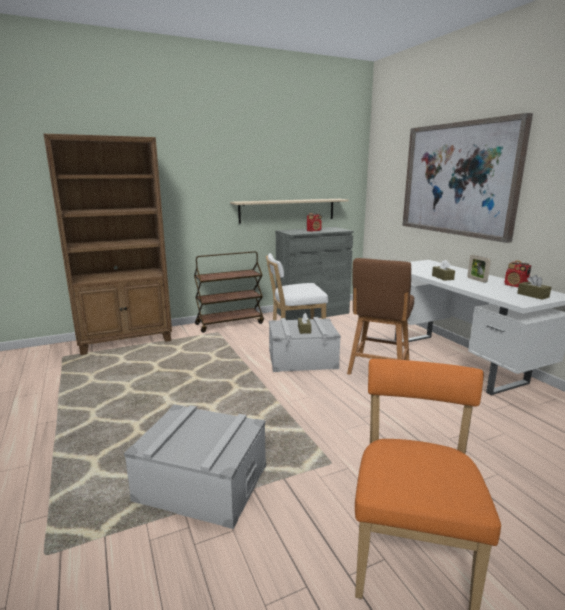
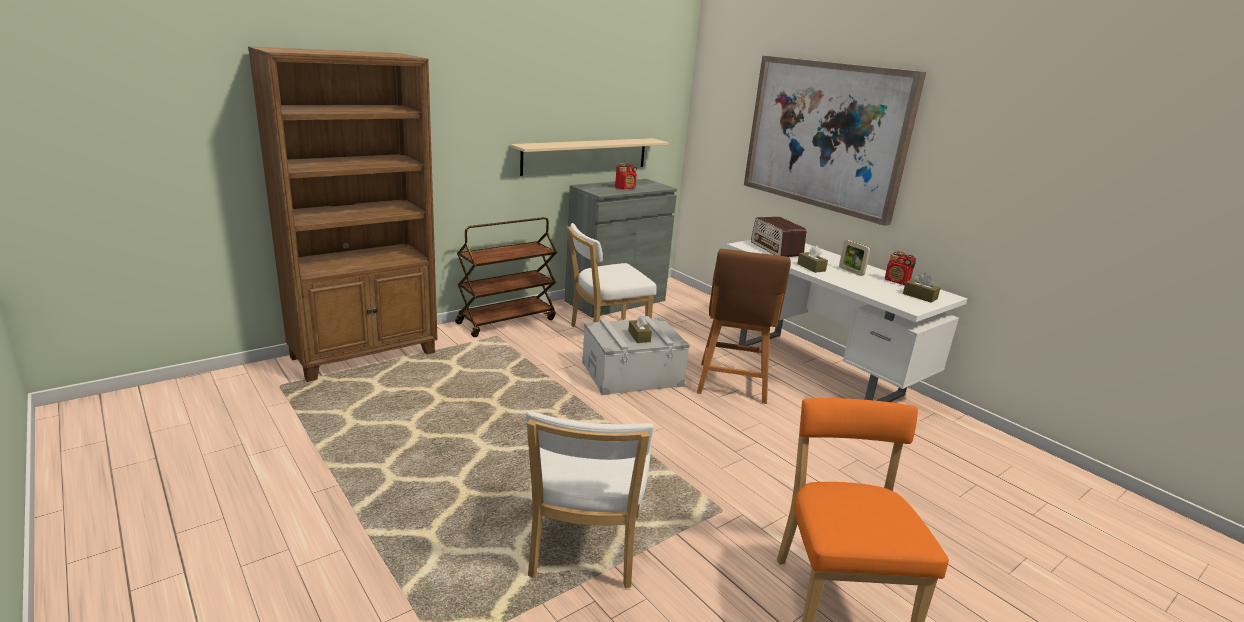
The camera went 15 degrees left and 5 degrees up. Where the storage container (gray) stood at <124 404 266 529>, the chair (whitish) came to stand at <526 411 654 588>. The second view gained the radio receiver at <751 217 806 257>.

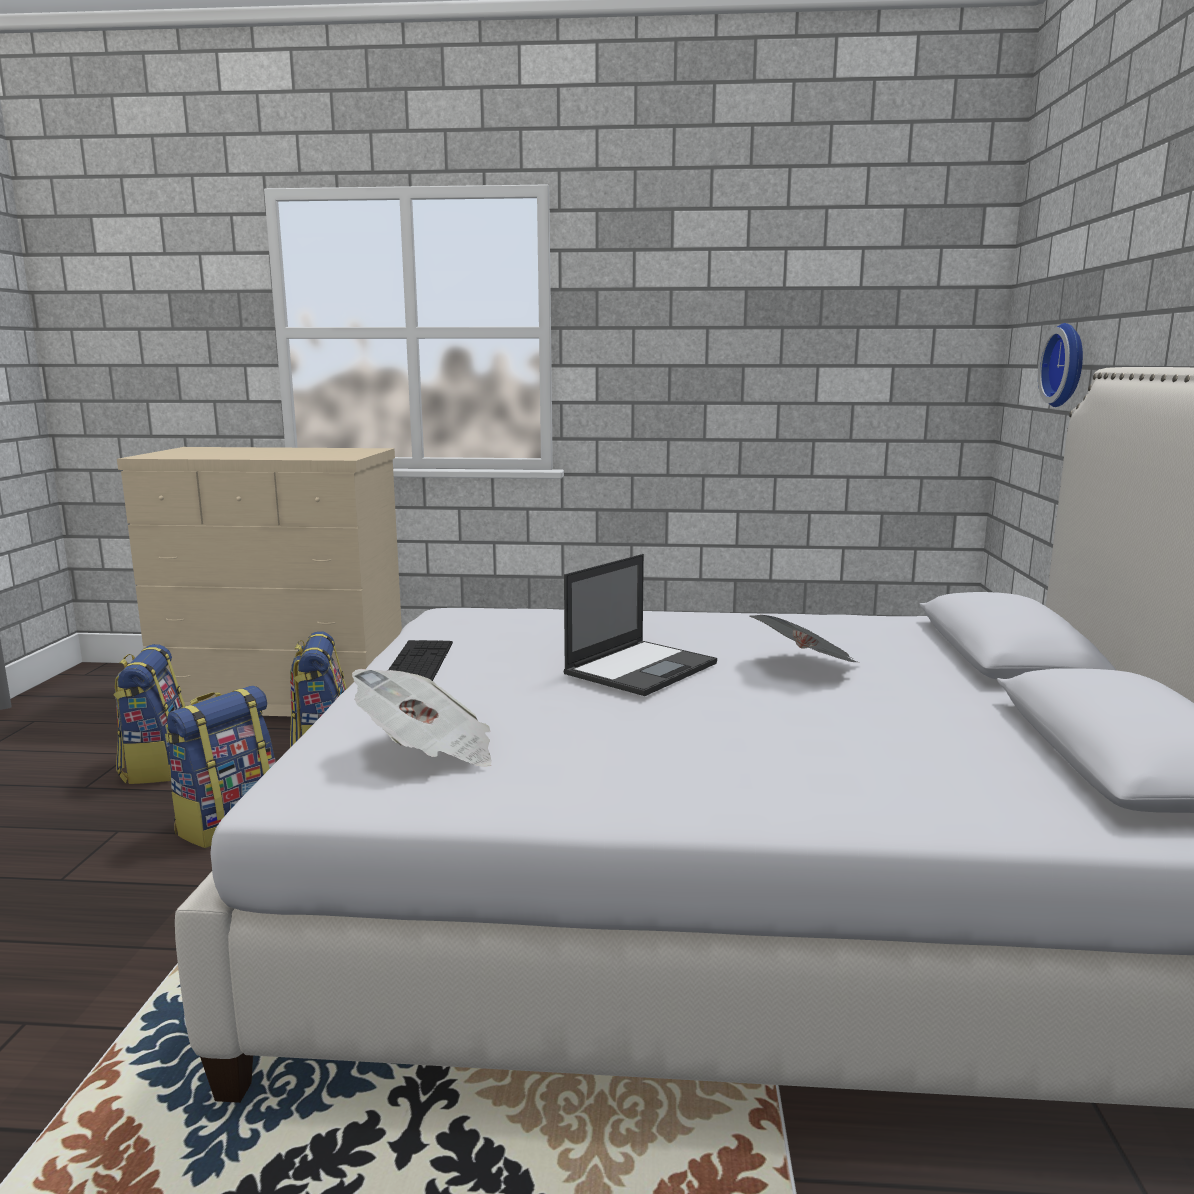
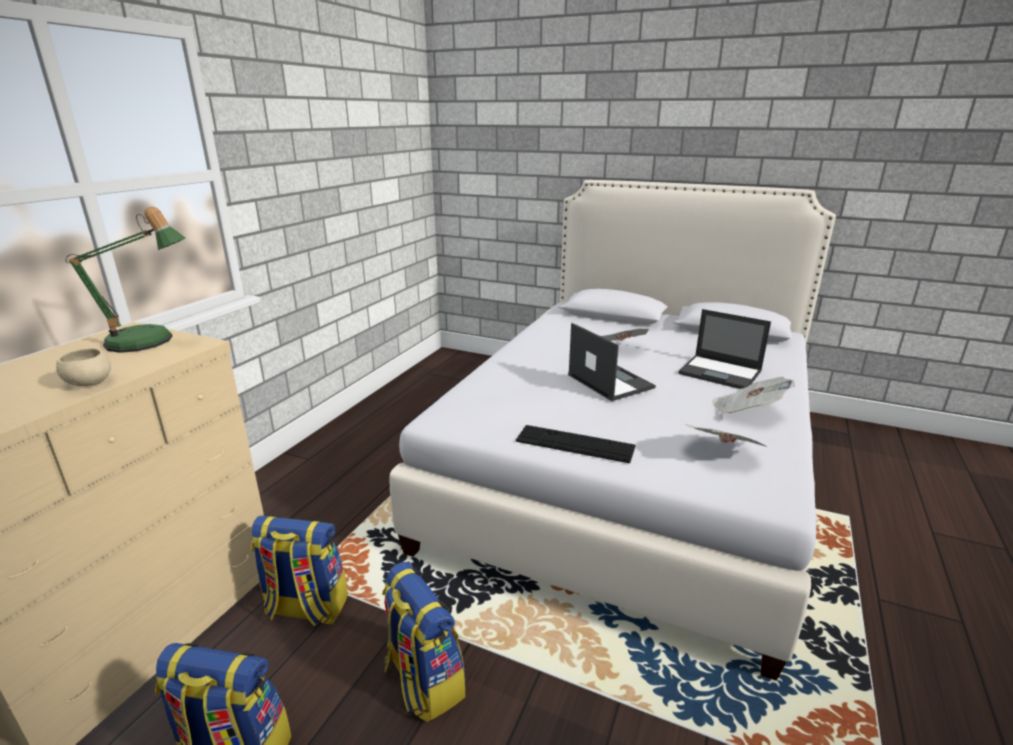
The camera went 70 degrees left and 10 degrees up. The second view gained the deep dish (sand-coloured) at <56 348 111 386>. The second view gained the table lamp at <66 207 185 353>. The second view gained the laptop at <678 309 771 389>. The second view gained the printed paper at <712 377 795 415>. The second view lost the hanging clock at <1038 323 1083 407>.

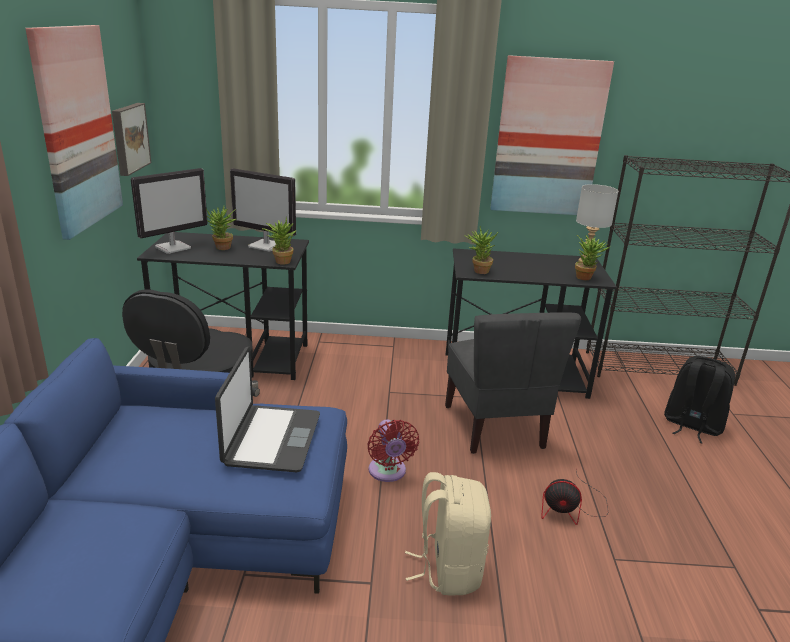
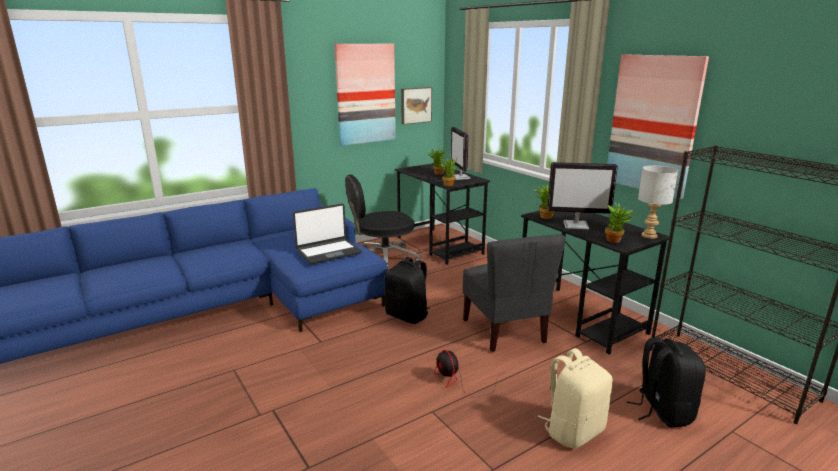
The camera went 55 degrees right and 5 degrees down. Where the fan (red) stood at <367 419 419 482>, the backpack (black) came to stand at <384 257 430 324>. The chair (gray) at <445 312 581 454> ended up facing another way, 60 degrees counterclockwise from before. The backpack (sand-coloured) ended up elsewhere, having gone from <405 472 491 596> to <538 348 613 448>. The monitor ended up elsewhere, having gone from <131 168 208 254> to <547 162 618 230>.

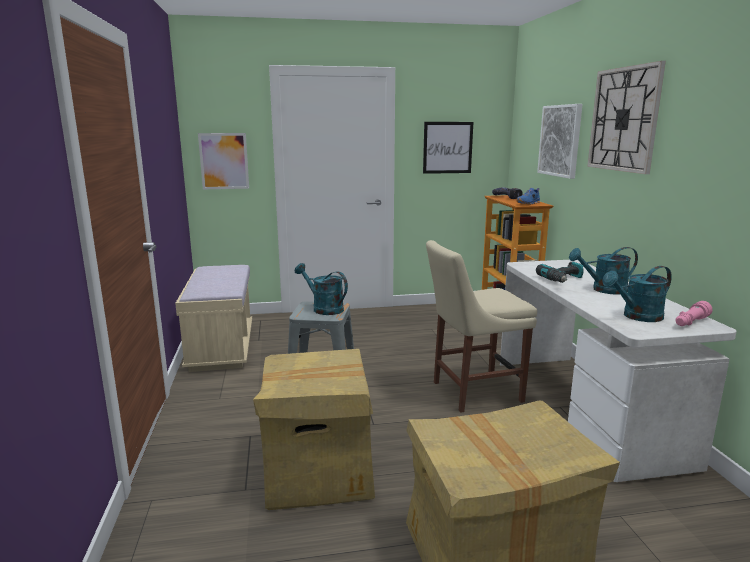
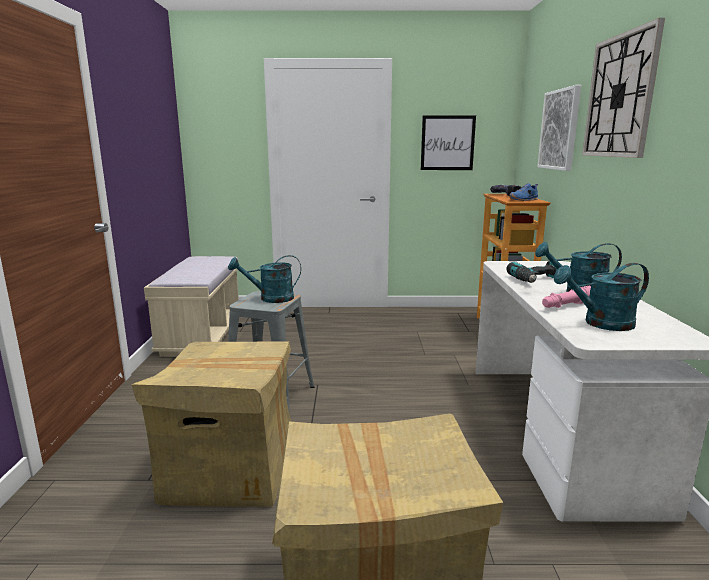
The camera went 10 degrees right and 0 degrees up. The watering pot (turquoise) at <295 263 348 315> ended up facing another way, 60 degrees counterclockwise from before. The torch (pink) ended up elsewhere, having gone from <675 301 713 326> to <542 286 591 308>. The second view lost the picture at <198 133 249 189>. The second view lost the chair (sand-coloured) at <426 240 537 413>.

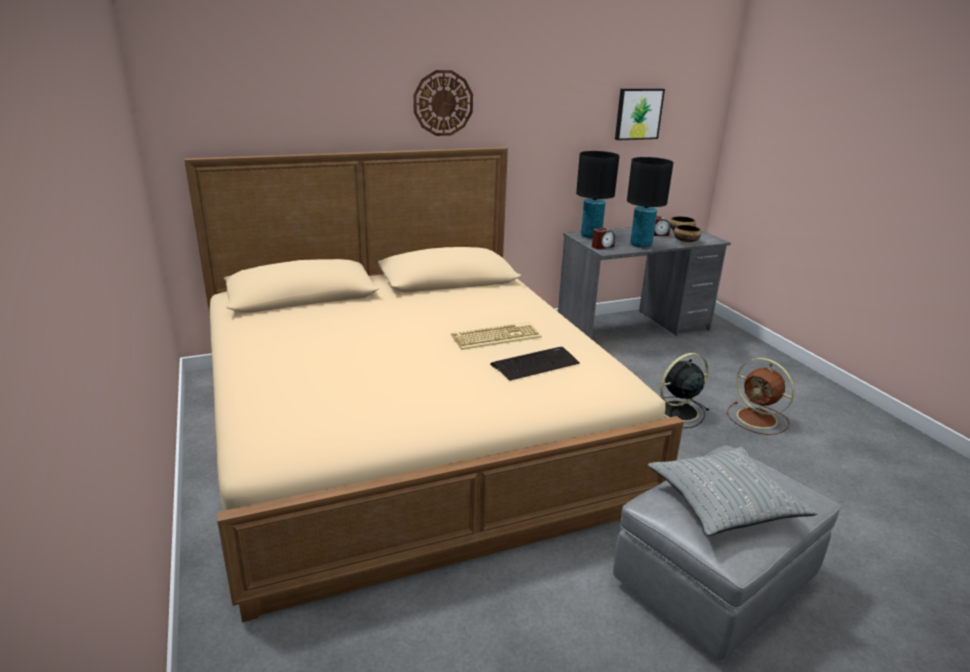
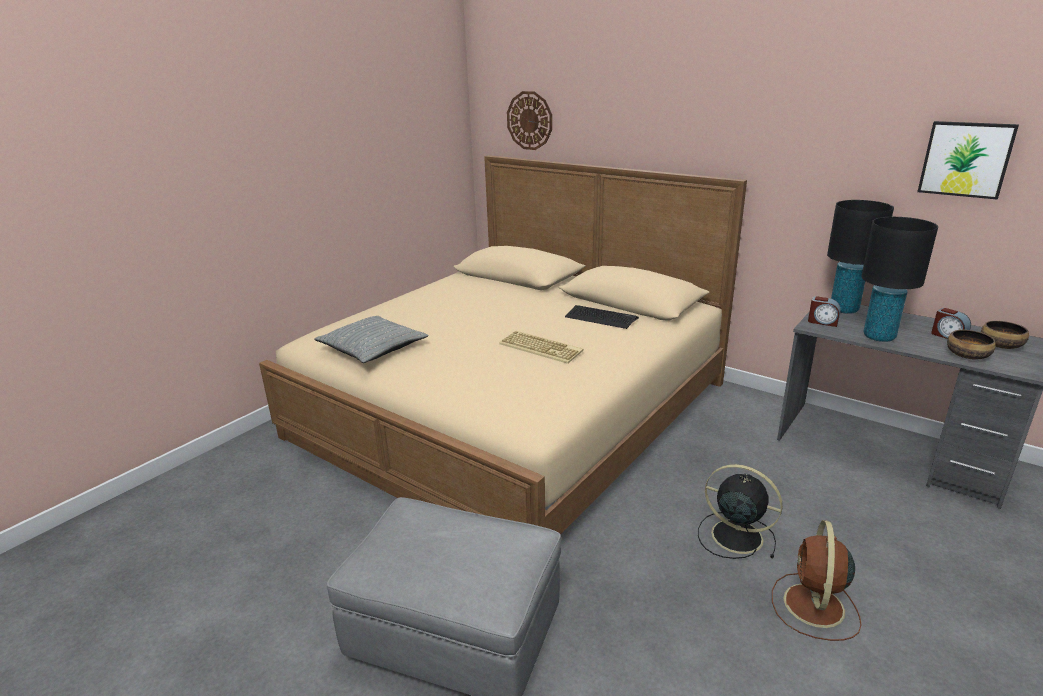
The camera went 60 degrees right and 0 degrees up. The throw pillow (gray) ended up elsewhere, having gone from <648 447 818 536> to <314 316 428 363>. The hanging clock ended up elsewhere, having gone from <413 70 473 136> to <507 91 552 150>. The keyboard ended up elsewhere, having gone from <490 347 580 381> to <565 305 639 329>.

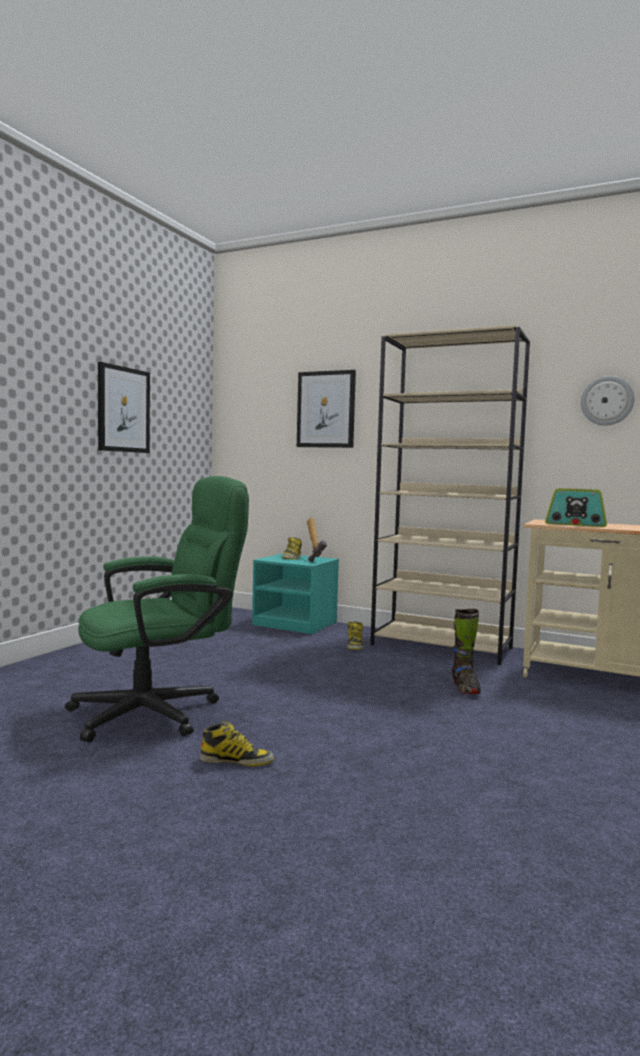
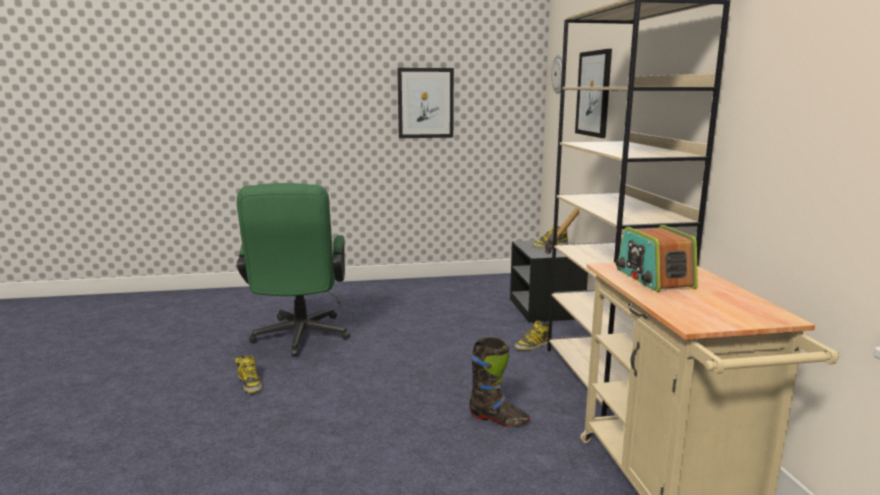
The camera went 55 degrees right and 10 degrees up. The computer chair (green-coloured) at <65 476 249 742> ended up facing another way, 60 degrees clockwise from before. The boot (black) at <452 609 481 694> ended up facing another way, 120 degrees counterclockwise from before. What was the night table (turquoise) at <252 554 339 634> turned into the night table (black) at <510 240 588 323>. The hanging clock ended up elsewhere, having gone from <581 376 634 426> to <551 54 566 94>.

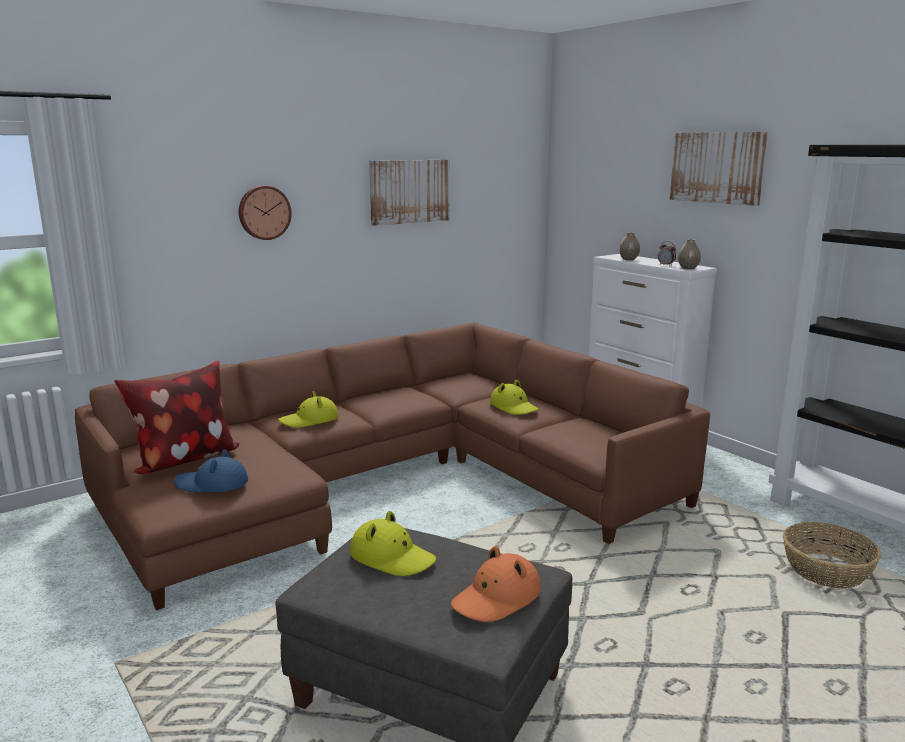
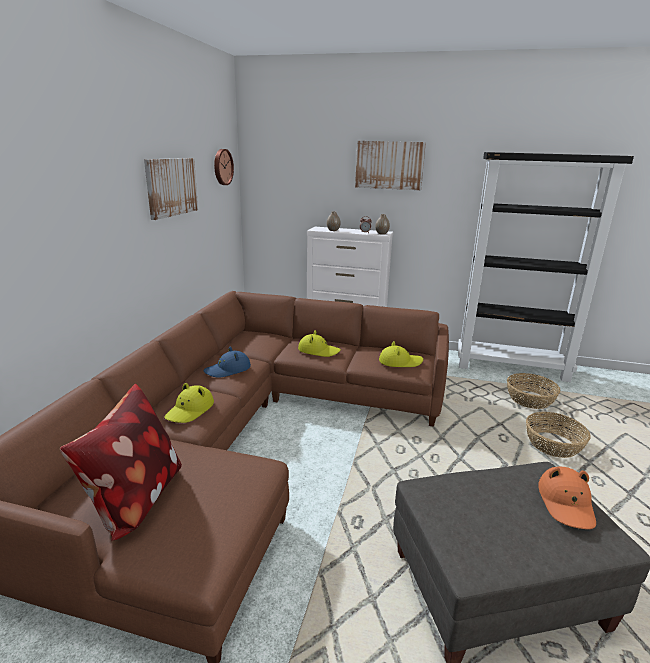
The camera went 40 degrees left and 5 degrees up. The hat (blue-coloured) ended up elsewhere, having gone from <174 449 248 492> to <203 347 251 378>. The hanging clock ended up elsewhere, having gone from <239 186 292 240> to <214 149 234 185>. The hat (yellow) ended up elsewhere, having gone from <350 511 436 576> to <379 341 423 367>. The second view gained the storage basket at <526 412 591 458>.

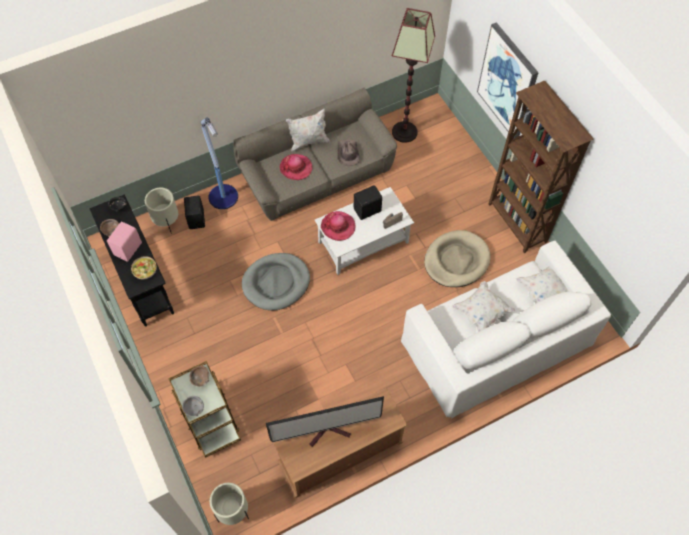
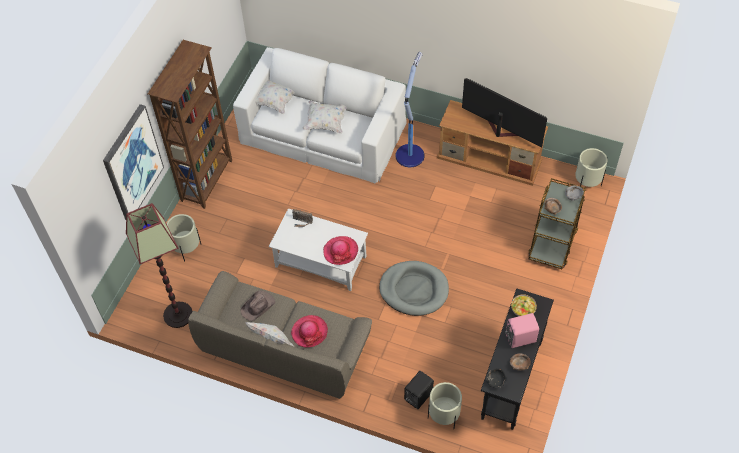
The camera went 130 degrees left and 5 degrees down. The second view gained the plant pot (sand-coloured) at <167 214 201 262>. The standard lamp ended up elsewhere, having gone from <201 118 238 209> to <395 52 425 167>. The second view lost the speaker (black) at <354 185 382 220>. The second view lost the dog bed (sand-coloured) at <424 230 491 287>.

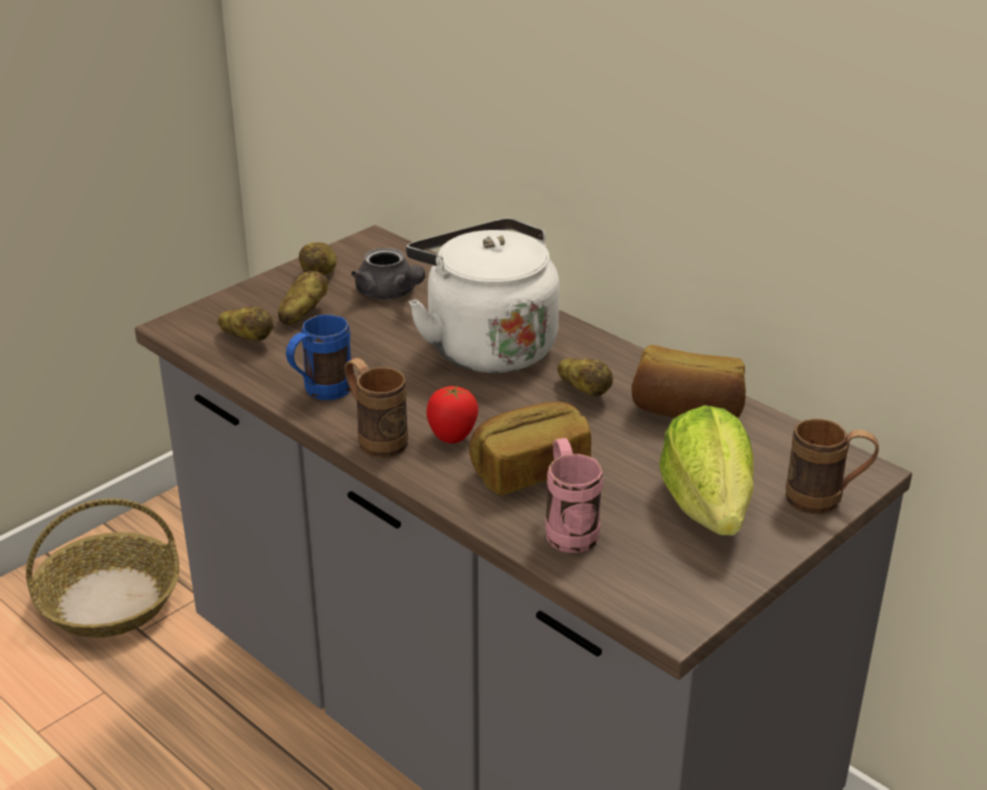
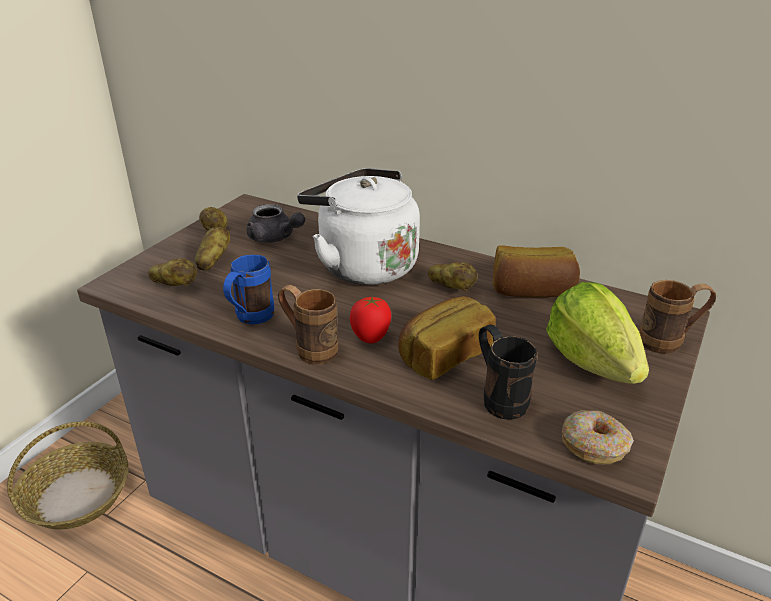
The camera went 15 degrees left and 0 degrees up. What was the coffee mug (pink) at <545 438 603 553> turned into the coffee mug (black) at <479 324 537 420>. The second view gained the doughnut at <562 410 634 464>.

